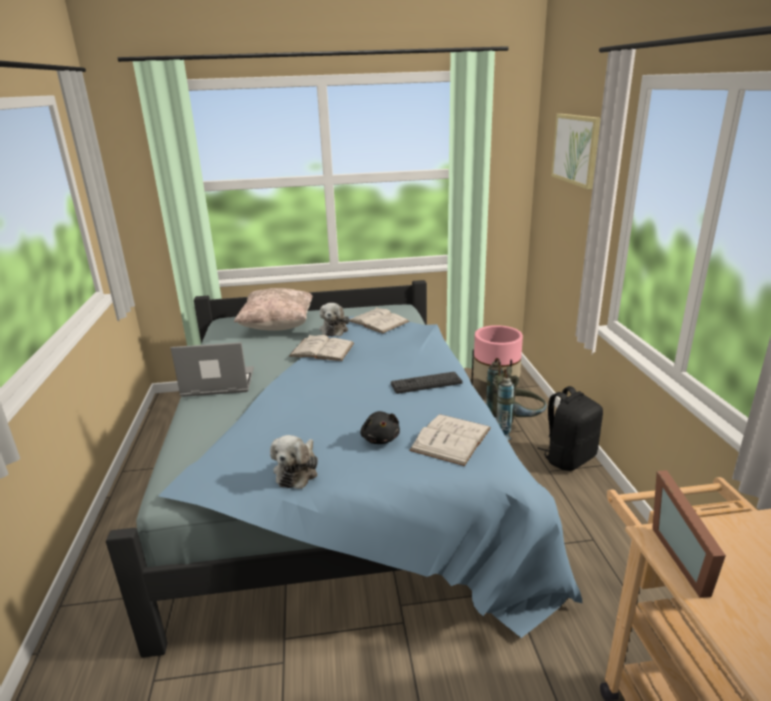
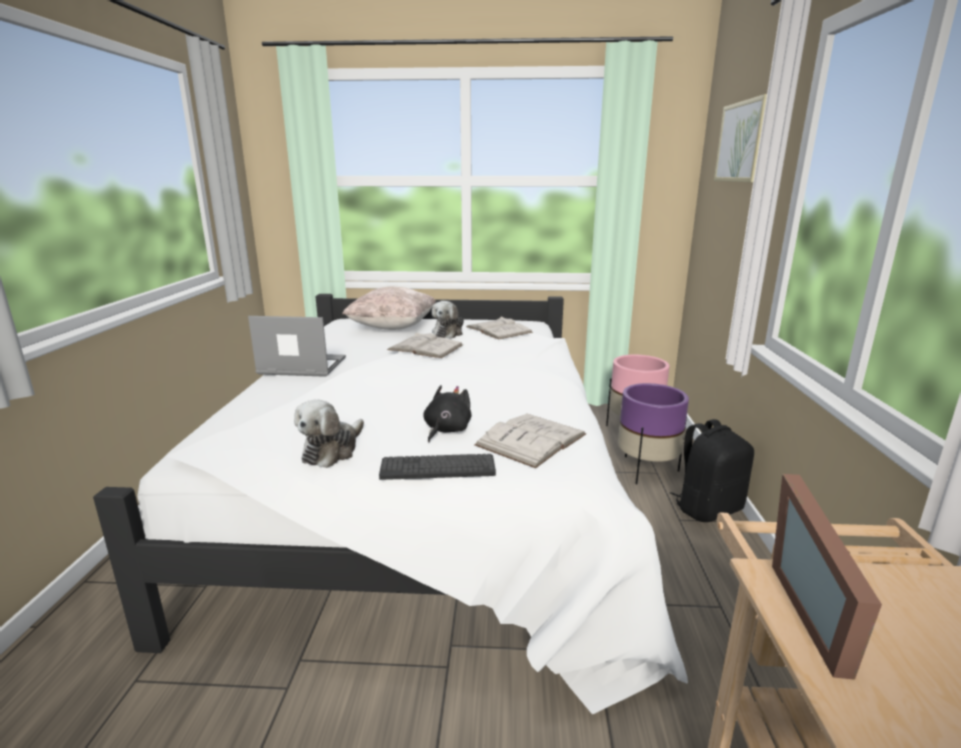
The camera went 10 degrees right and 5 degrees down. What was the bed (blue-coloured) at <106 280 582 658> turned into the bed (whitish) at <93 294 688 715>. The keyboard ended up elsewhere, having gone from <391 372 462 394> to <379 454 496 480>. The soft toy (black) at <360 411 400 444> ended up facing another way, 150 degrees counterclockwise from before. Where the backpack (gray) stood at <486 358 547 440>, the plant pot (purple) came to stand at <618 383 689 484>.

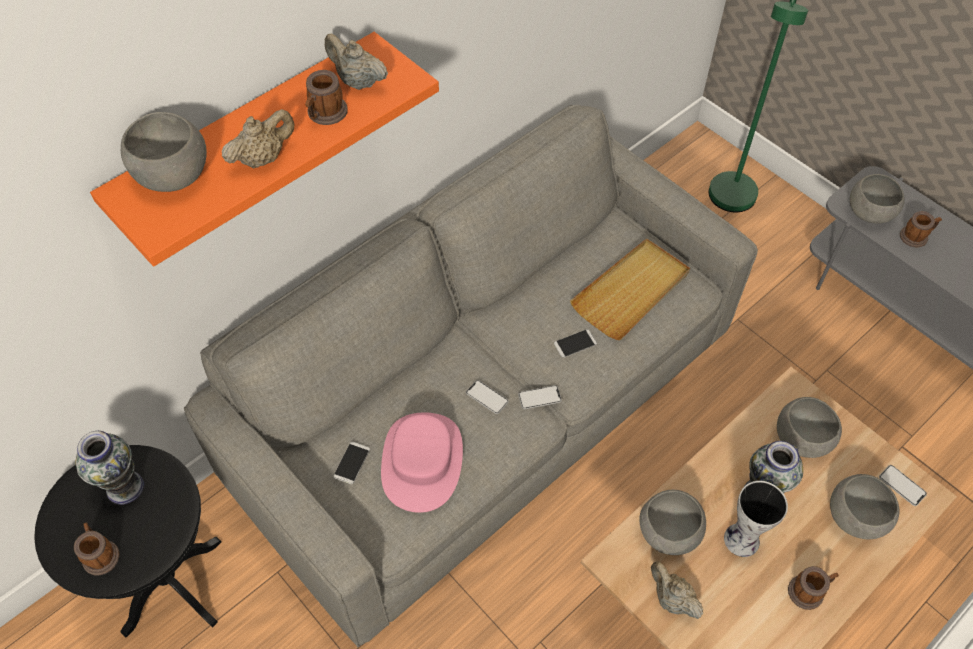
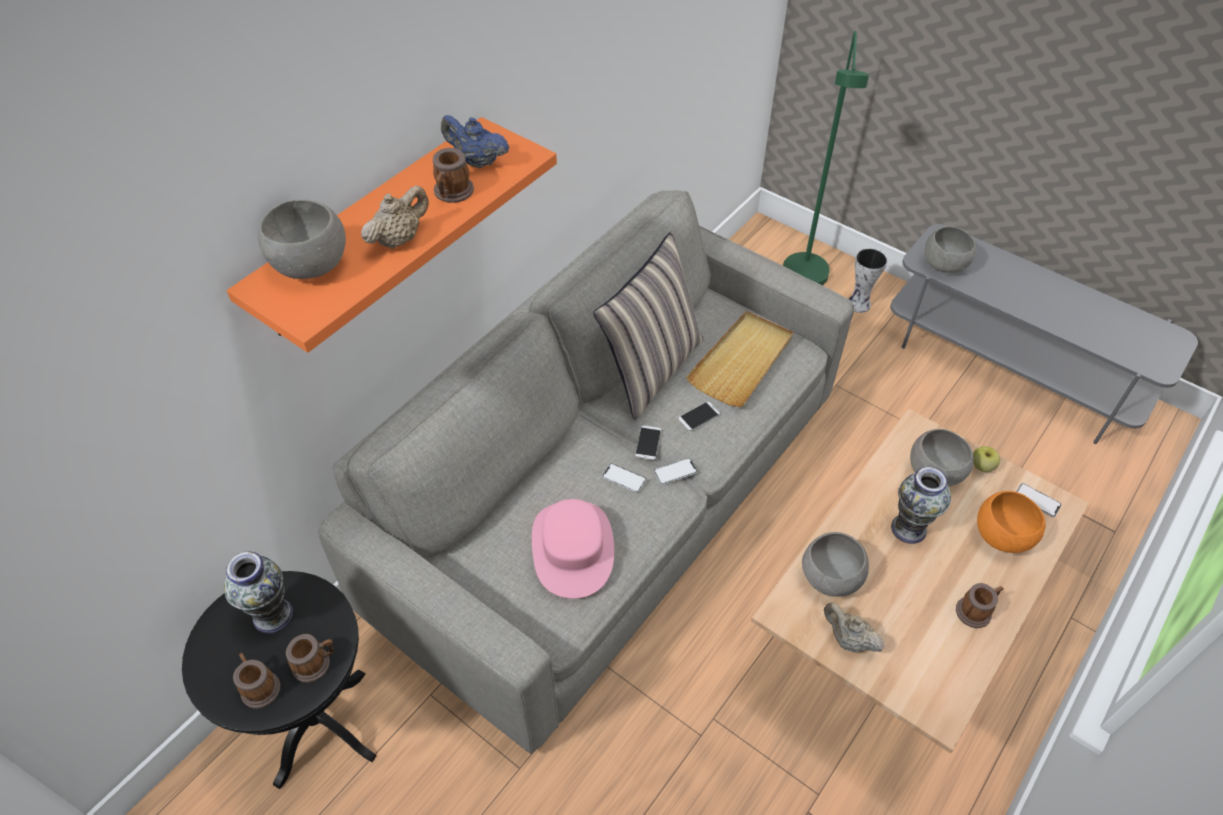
The camera went 10 degrees left and 5 degrees down. The coffee mug ended up elsewhere, having gone from <900 211 942 247> to <286 634 334 683>. What was the pot for tea (sand-coloured) at <325 34 388 90> turned into the pot for tea (blue-coloured) at <441 115 509 168>. The second view gained the throw pillow at <593 232 704 420>. The phone ended up elsewhere, having gone from <333 442 370 484> to <635 425 661 460>. The flower vase ended up elsewhere, having gone from <724 481 788 557> to <849 248 888 313>. The second view gained the apple fruit at <973 446 1000 472>. What was the deep dish (gray) at <830 474 900 540> turned into the deep dish (orange) at <977 491 1045 553>.

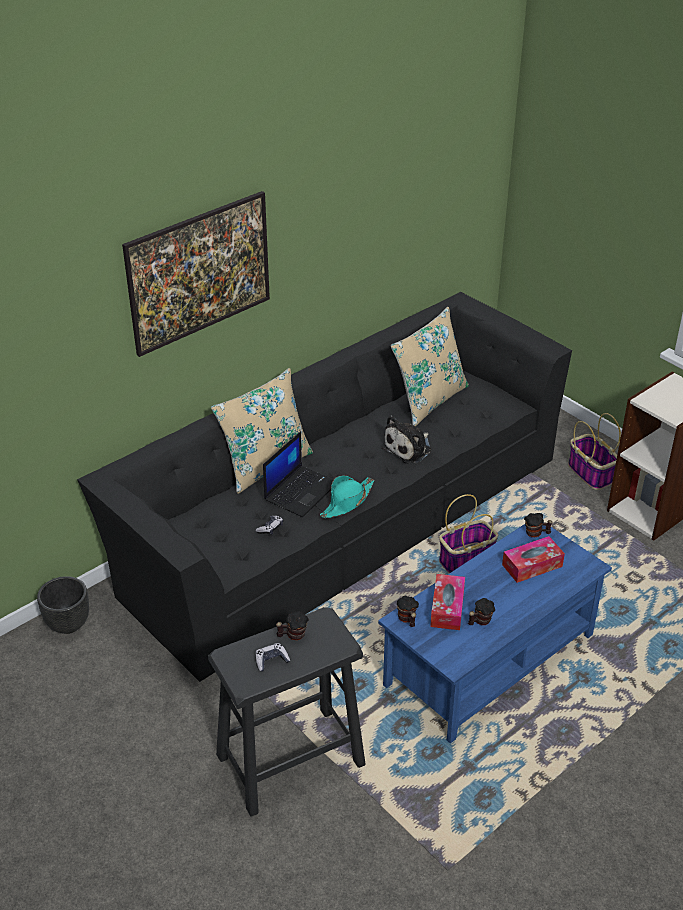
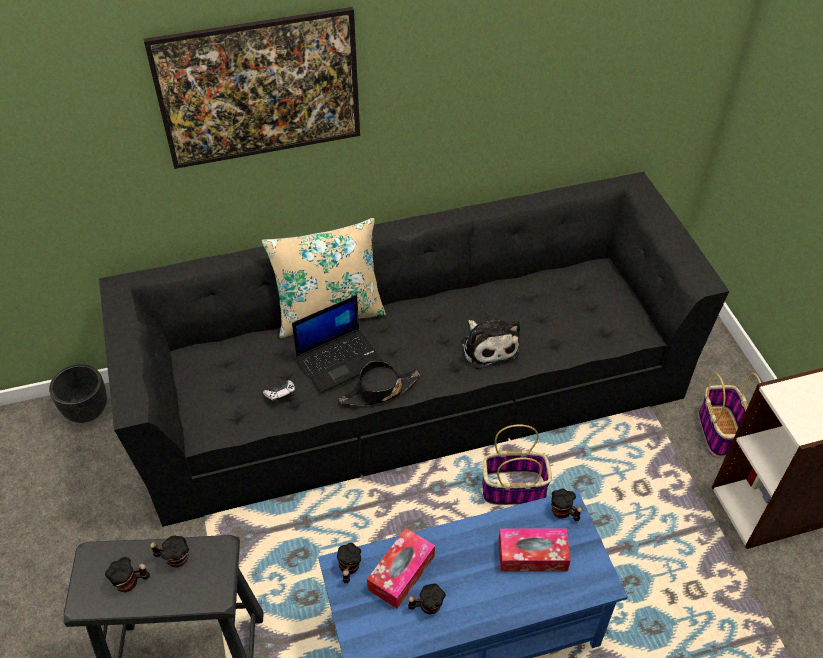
The camera went 25 degrees right and 10 degrees up. Where the joypad stood at <255 643 290 671>, the coffee mug came to stand at <105 557 150 593>. What was the hat (turquoise) at <320 476 374 518> turned into the hat (black) at <338 361 420 406>. The soft toy at <381 415 431 464> ended up facing another way, 90 degrees counterclockwise from before. The second view lost the throw pillow (sand-coloured) at <391 307 469 426>.

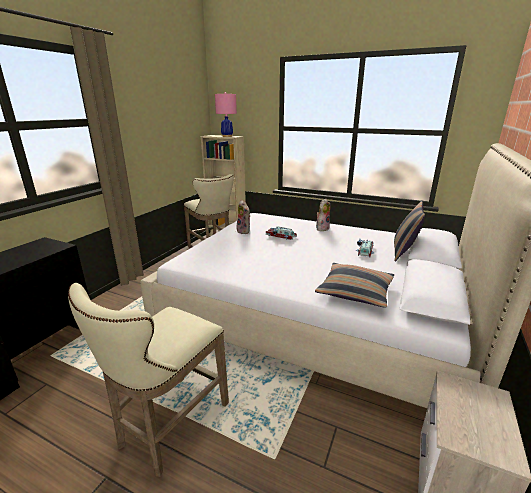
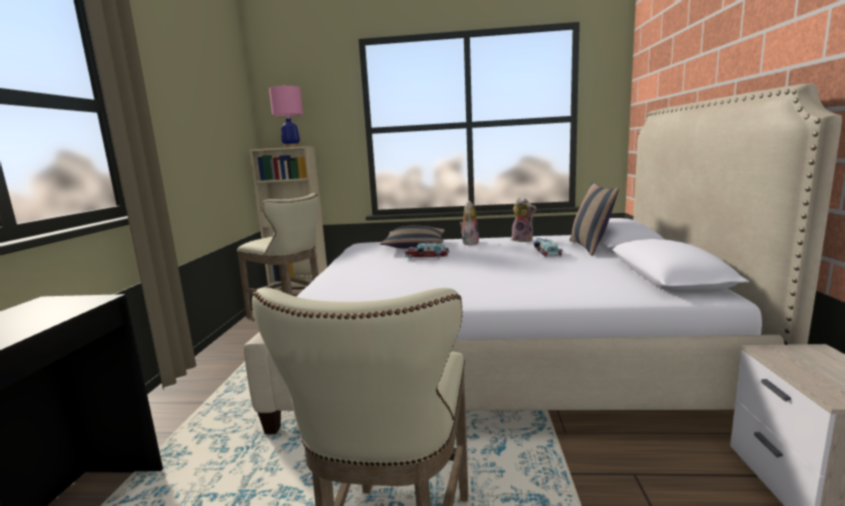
The camera went 20 degrees left and 10 degrees down. The throw pillow ended up elsewhere, having gone from <315 263 394 308> to <380 226 445 248>. The soft toy ended up elsewhere, having gone from <237 200 250 234> to <511 198 537 242>.

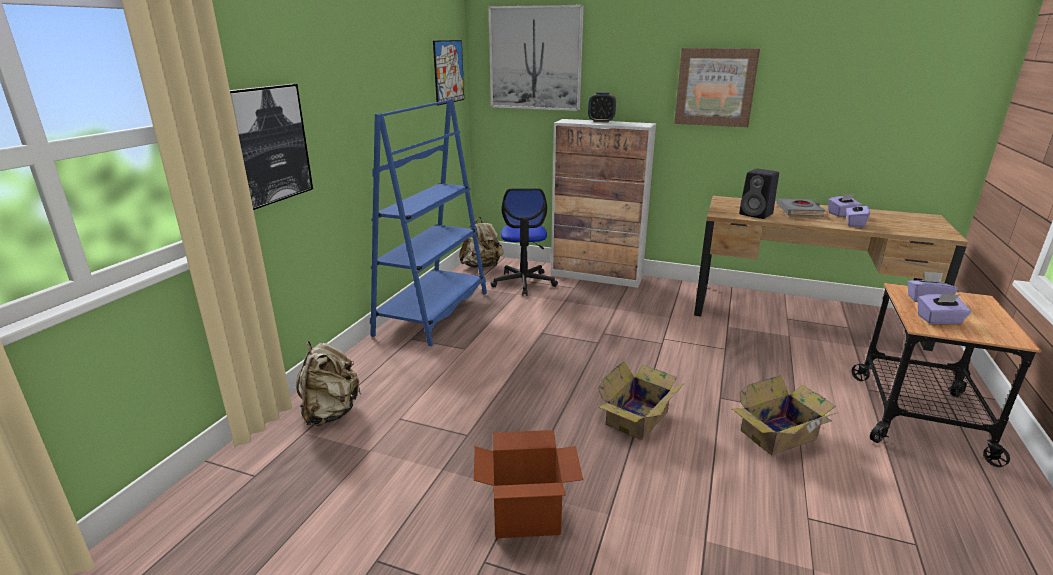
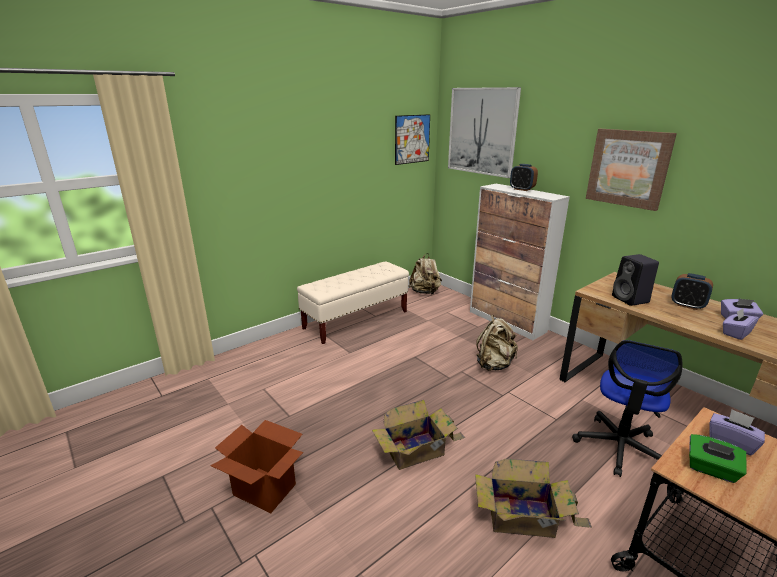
The camera went 30 degrees right and 0 degrees up. Where the bookshelf (blue-coloured) stood at <370 99 487 346>, the indoor bench (sand-coloured) came to stand at <297 261 409 344>. The backpack (sand-coloured) ended up elsewhere, having gone from <296 341 361 426> to <476 315 518 371>. The computer chair ended up elsewhere, having gone from <490 188 558 296> to <572 340 682 477>. Where the book (gray) stood at <777 198 825 217>, the bedside clock came to stand at <671 273 713 310>. What was the tissue holder (purple) at <918 294 971 324> turned into the tissue holder (green-coloured) at <689 434 747 483>. The second view lost the picture at <230 84 313 210>.

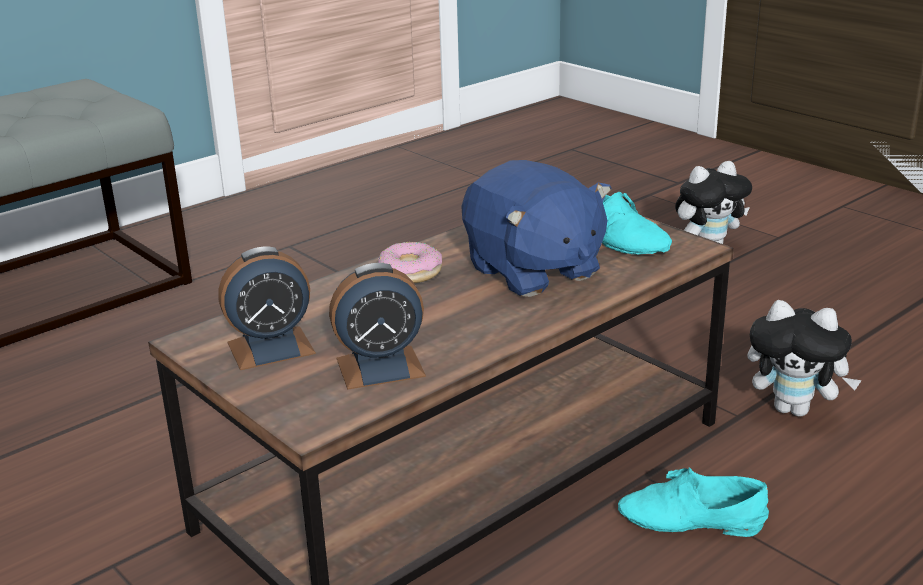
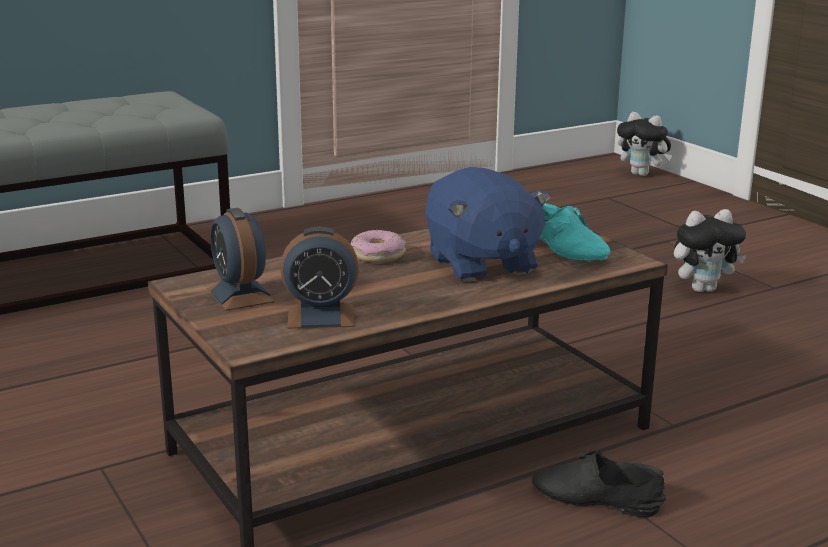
The camera went 10 degrees right and 5 degrees down. The bedside clock at <218 247 316 370> ended up facing another way, 75 degrees clockwise from before. What was the shoe (turquoise) at <618 468 769 537> turned into the shoe (black) at <532 450 666 518>. The soft toy ended up elsewhere, having gone from <747 300 862 417> to <617 112 672 176>.

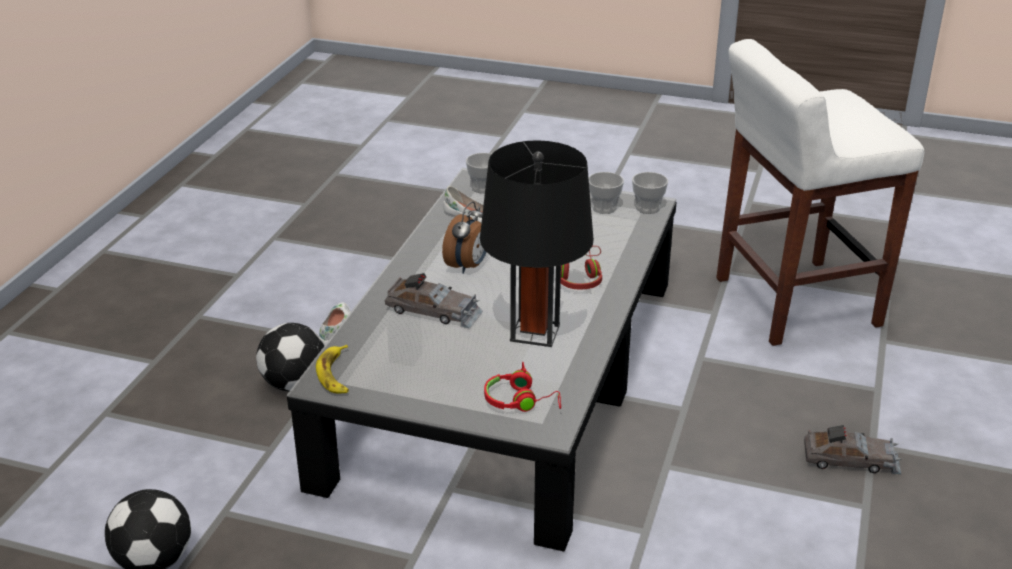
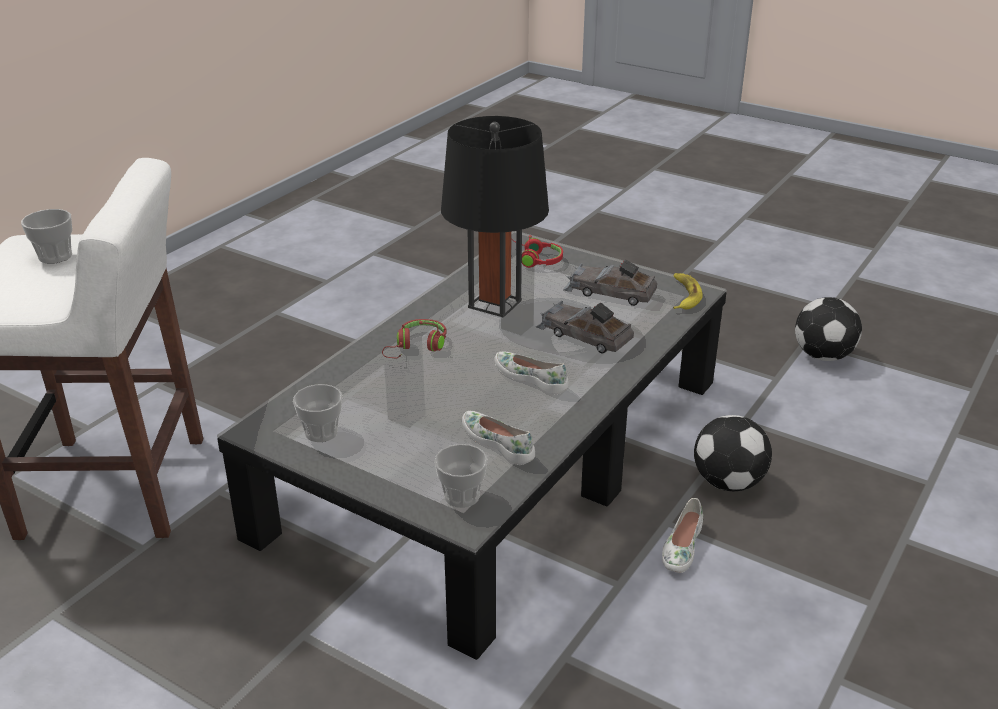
The camera went 165 degrees left and 0 degrees up. The small cup ended up elsewhere, having gone from <632 172 668 214> to <21 209 72 264>. Where the bedside clock stood at <442 201 486 274>, the shoe (whitish) came to stand at <494 351 569 395>. The model car (gray) ended up elsewhere, having gone from <804 425 901 474> to <563 259 657 306>.

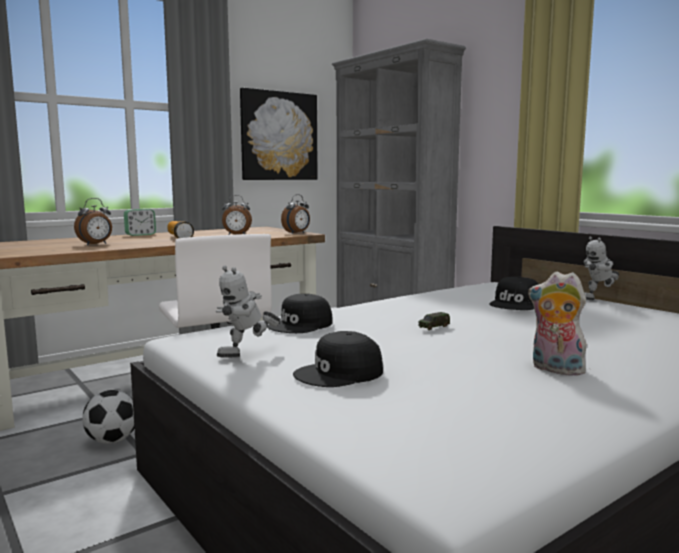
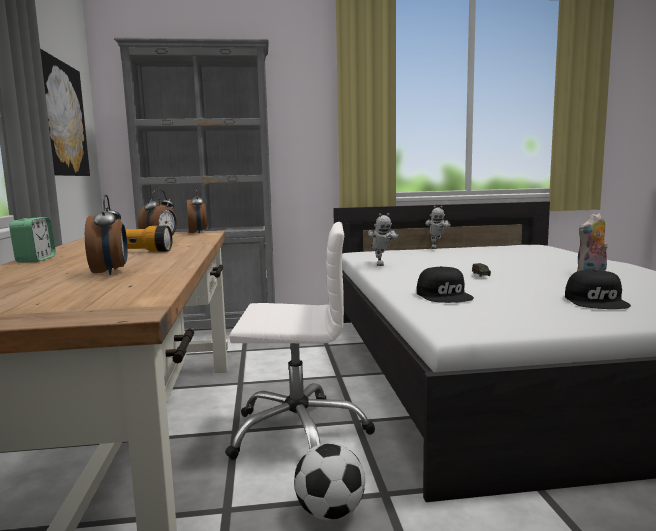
The camera went 60 degrees left and 0 degrees up. The model robot ended up elsewhere, having gone from <216 266 281 358> to <367 213 399 266>. The second view lost the cap (black) at <489 276 539 310>.

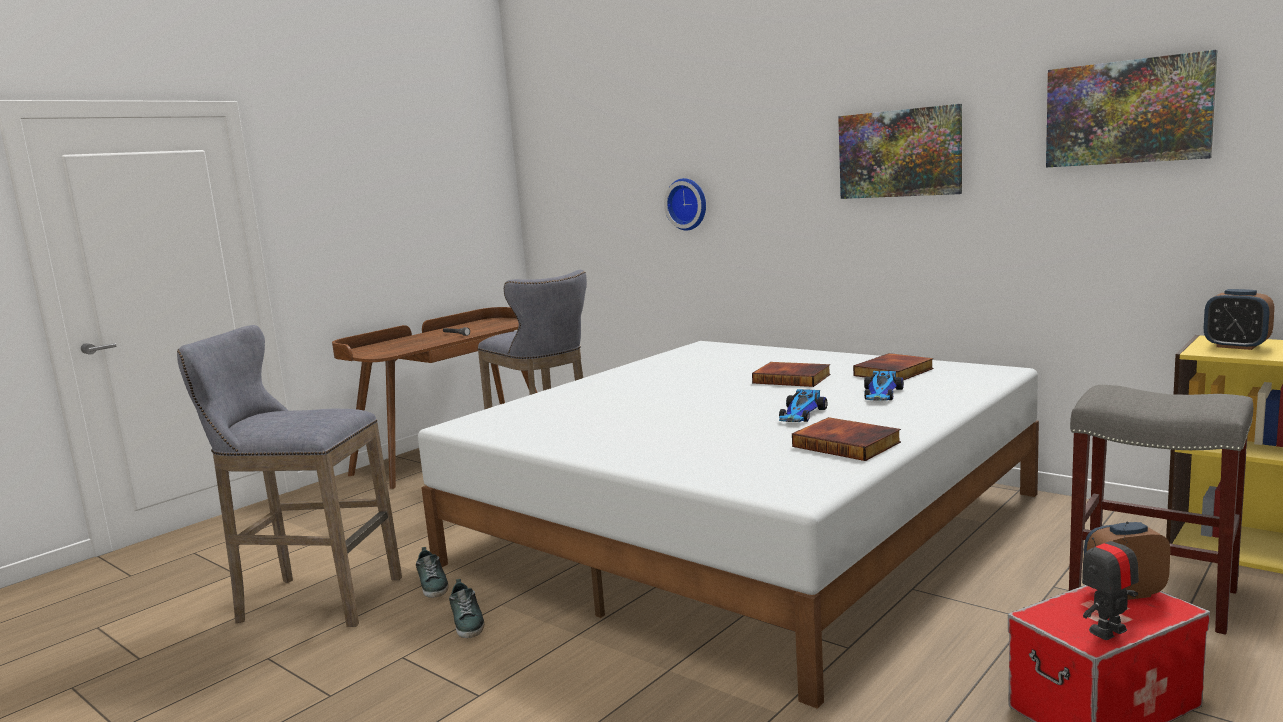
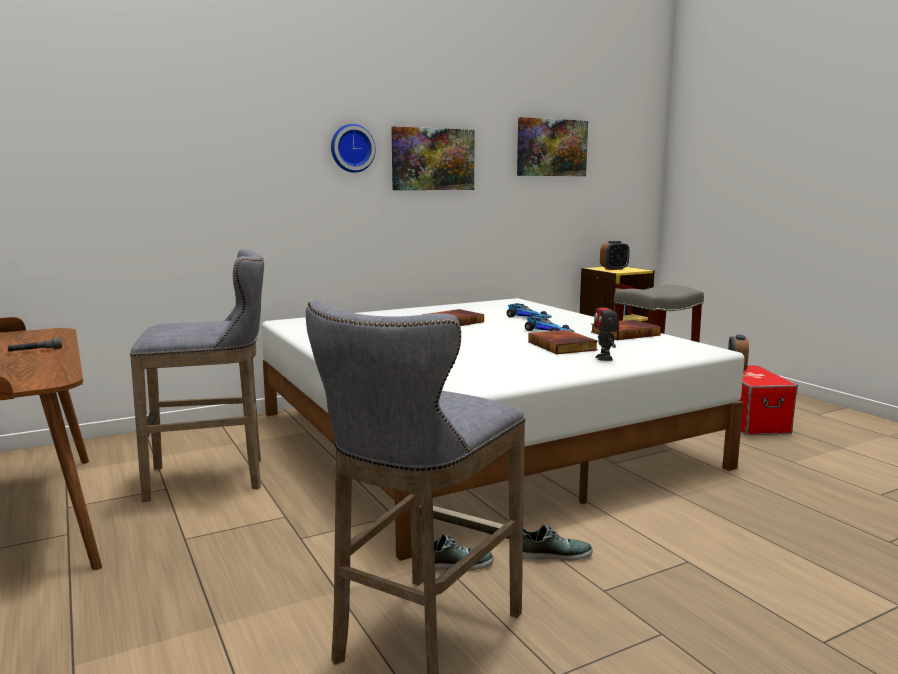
The camera went 70 degrees left and 0 degrees up. The hanging clock ended up elsewhere, having gone from <664 178 706 231> to <331 124 376 173>. The book ended up elsewhere, having gone from <853 353 934 380> to <528 330 598 354>. The model robot ended up elsewhere, having gone from <1082 521 1139 640> to <594 295 619 361>.

